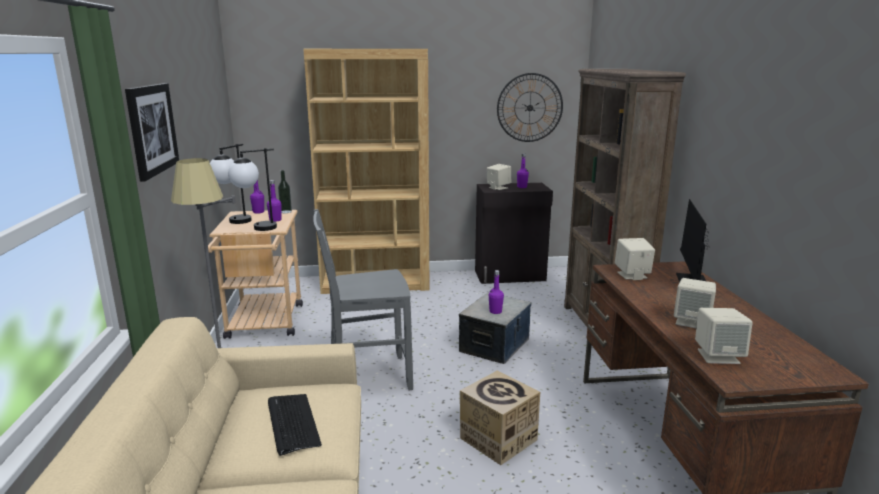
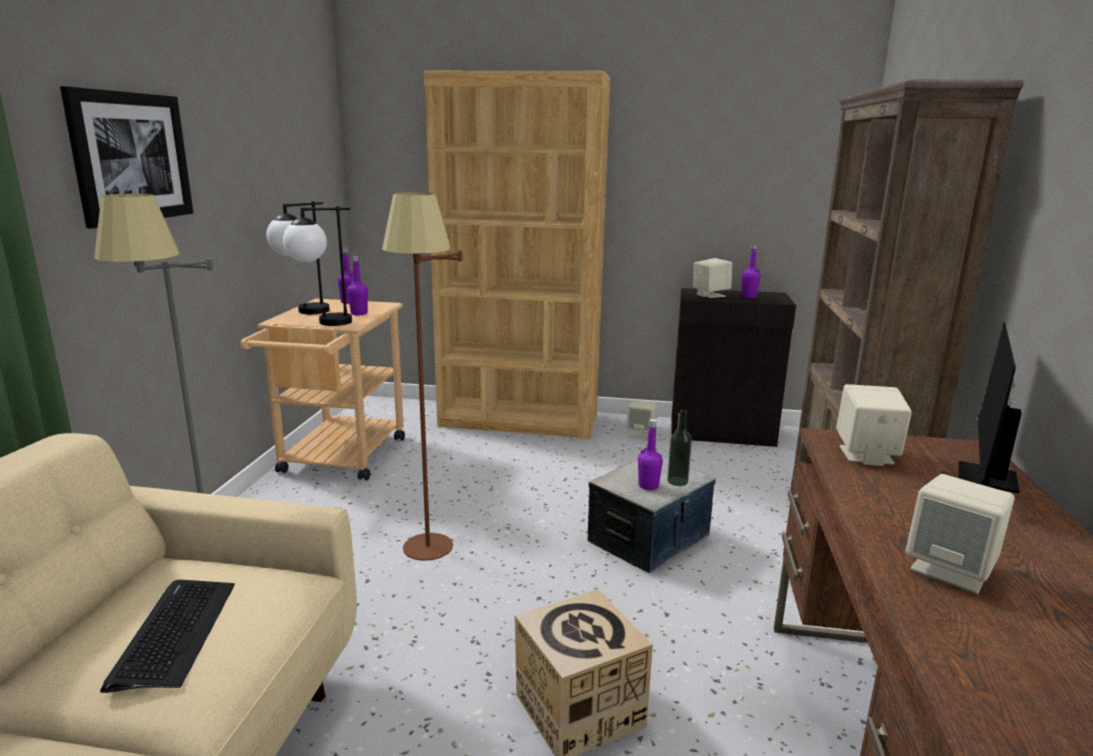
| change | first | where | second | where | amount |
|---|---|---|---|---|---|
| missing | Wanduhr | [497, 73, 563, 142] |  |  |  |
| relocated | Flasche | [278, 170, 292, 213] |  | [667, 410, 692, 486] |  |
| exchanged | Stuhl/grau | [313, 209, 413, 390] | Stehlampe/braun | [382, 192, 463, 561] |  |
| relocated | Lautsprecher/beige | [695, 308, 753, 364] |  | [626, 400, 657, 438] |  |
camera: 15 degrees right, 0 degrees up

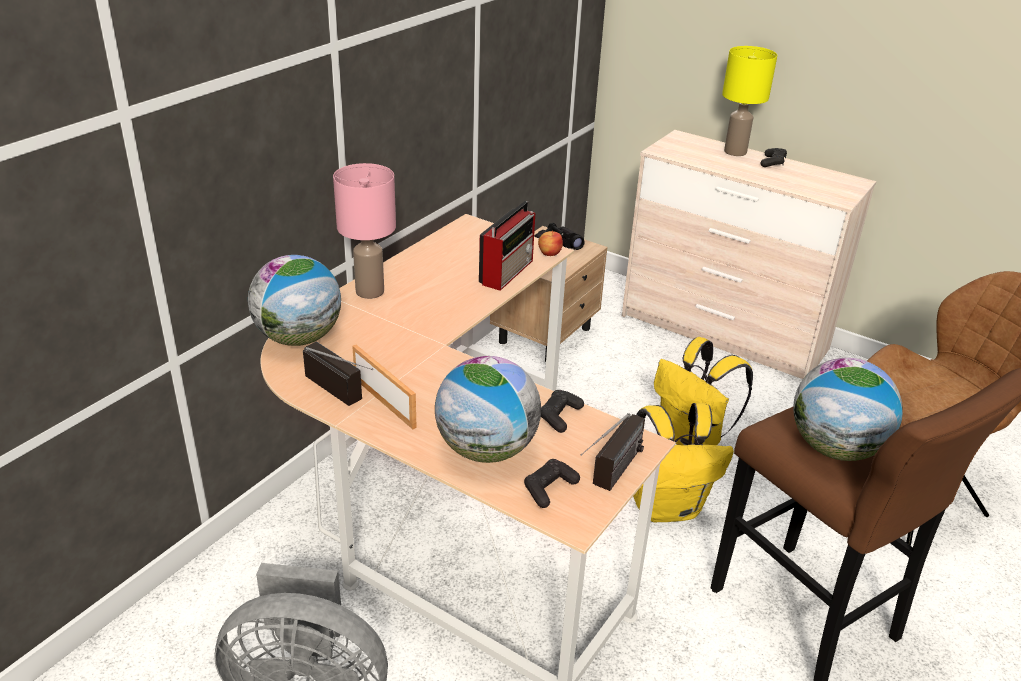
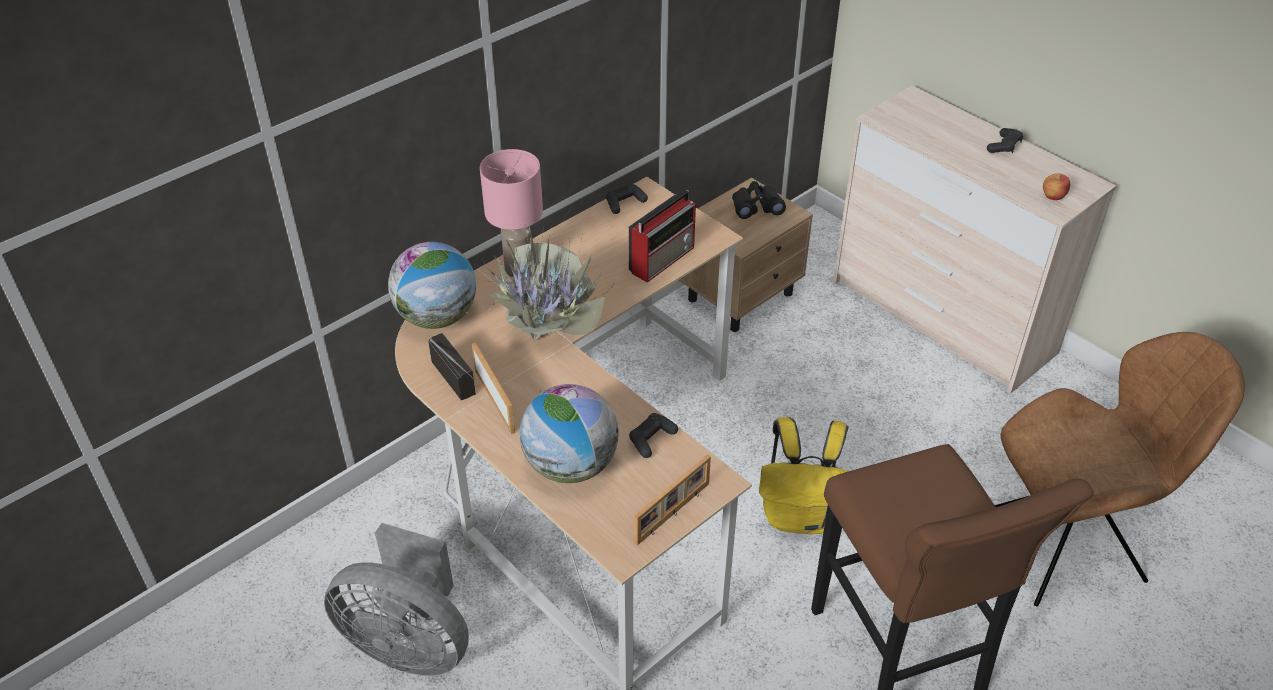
| change | first | where | second | where | amount |
|---|---|---|---|---|---|
| missing | Tischlampe/gelb | [722, 46, 777, 156] |  |  |  |
| relocated | Apfel | [538, 231, 563, 256] |  | [1043, 173, 1070, 200] |  |
| missing | Rucksack/gelb | [654, 337, 753, 445] |  |  |  |
| missing | Globus | [793, 358, 903, 461] |  |  |  |
| exchanged | Radio | [580, 413, 645, 491] | Bilderrahmen | [634, 454, 711, 545] |  |
| relocated | Gamepad/schwarz | [524, 459, 580, 508] |  | [606, 183, 648, 214] |  |
| appeared |  |  | Topfpflanze | [483, 223, 614, 392] |  |
camera: 15 degrees right, 10 degrees up

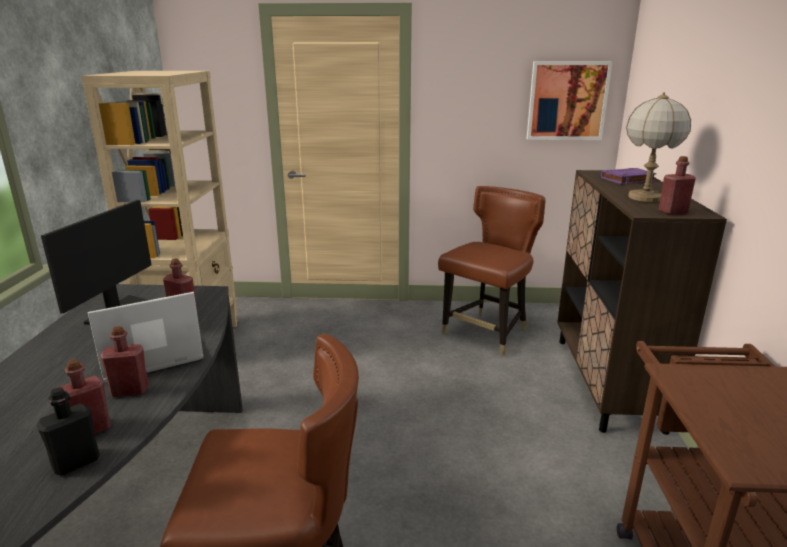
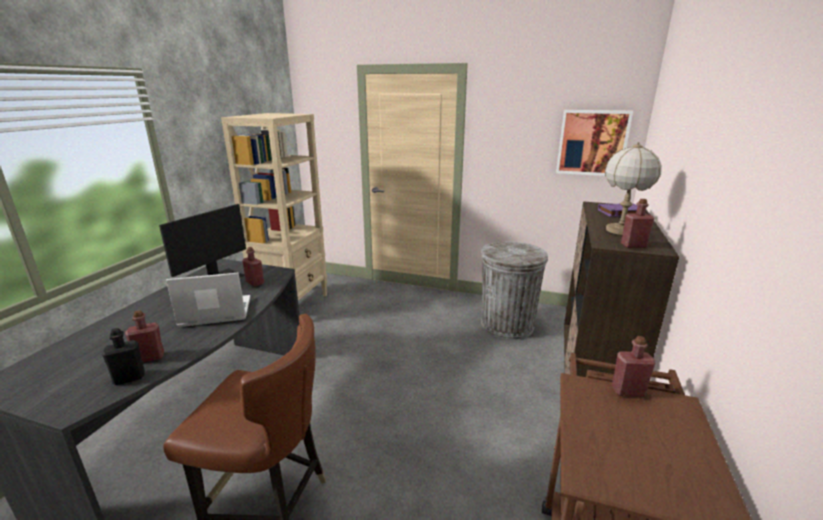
| change | first | where | second | where | amount |
|---|---|---|---|---|---|
| exchanged | Stuhl/braun | [438, 186, 546, 356] | Mülleimer/grau | [481, 241, 548, 340] |  |
| relocated | Flasche/rot | [100, 326, 149, 397] |  | [612, 336, 655, 397] |  |
camera: 15 degrees right, 0 degrees up

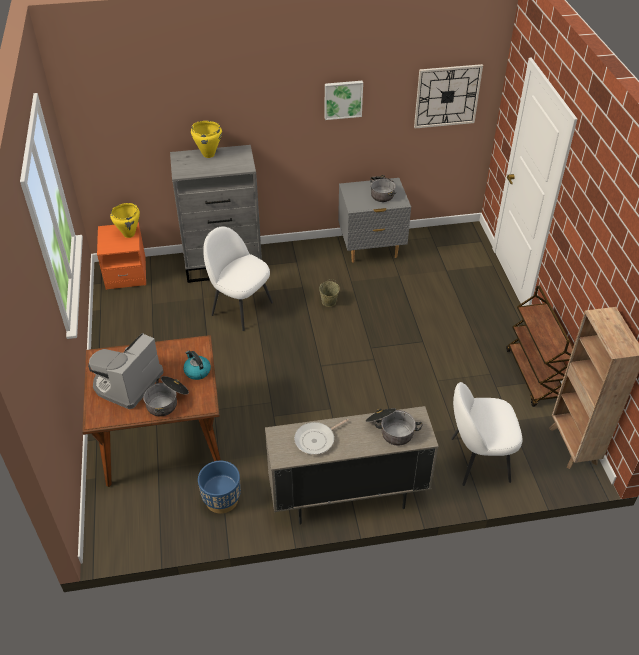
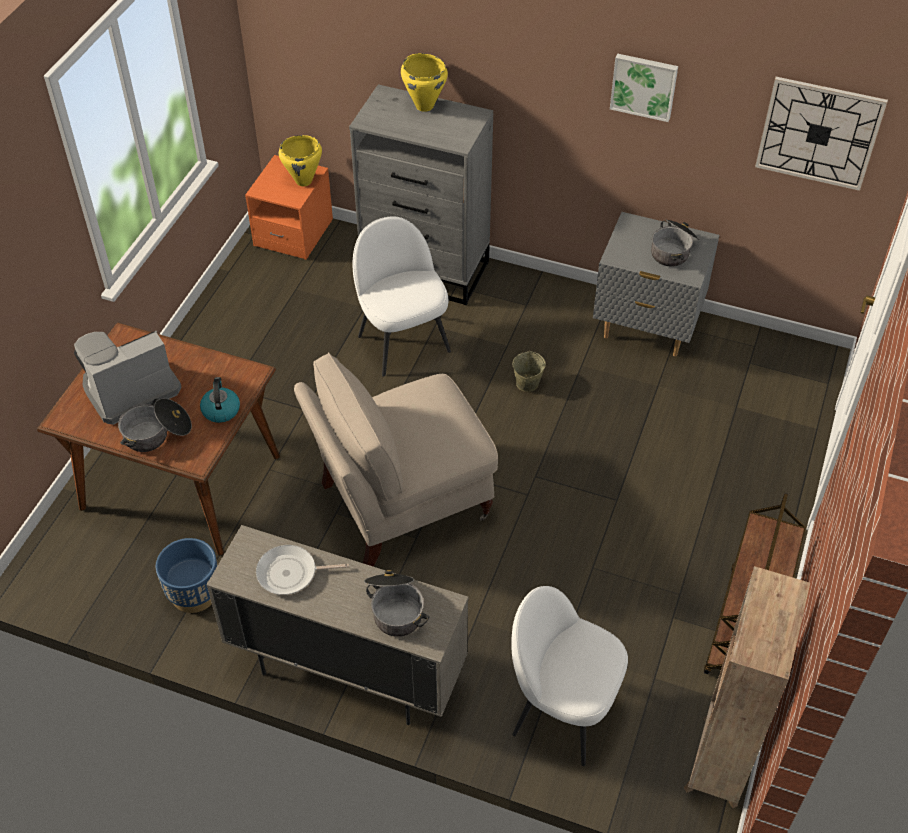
| change | first | where | second | where | amount |
|---|---|---|---|---|---|
| appeared |  |  | Stuhl/beige | [294, 352, 498, 567] |  |
camera: 30 degrees right, 5 degrees up

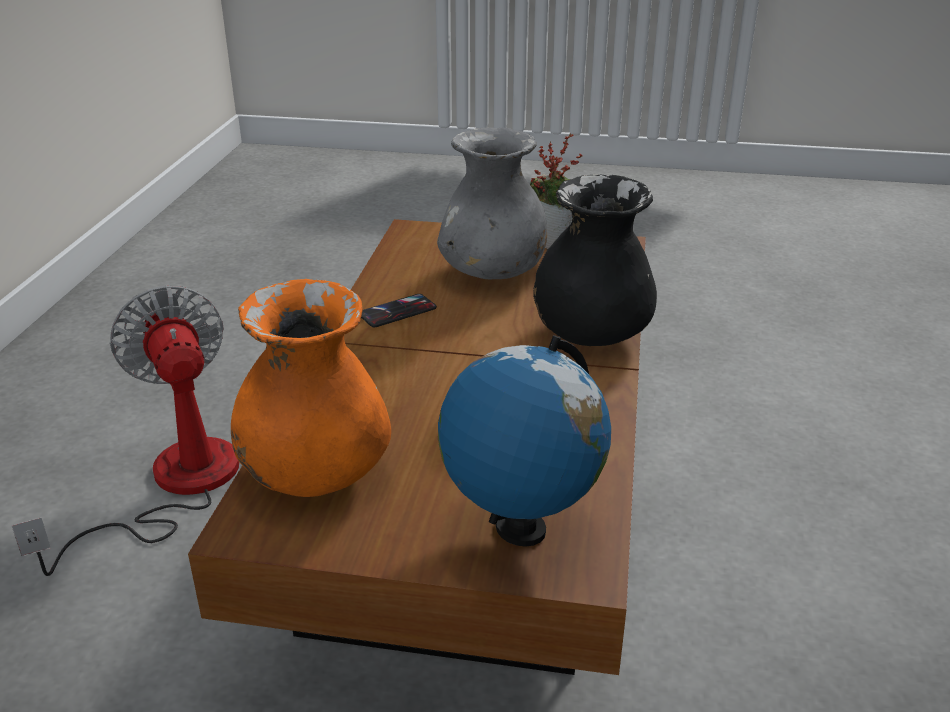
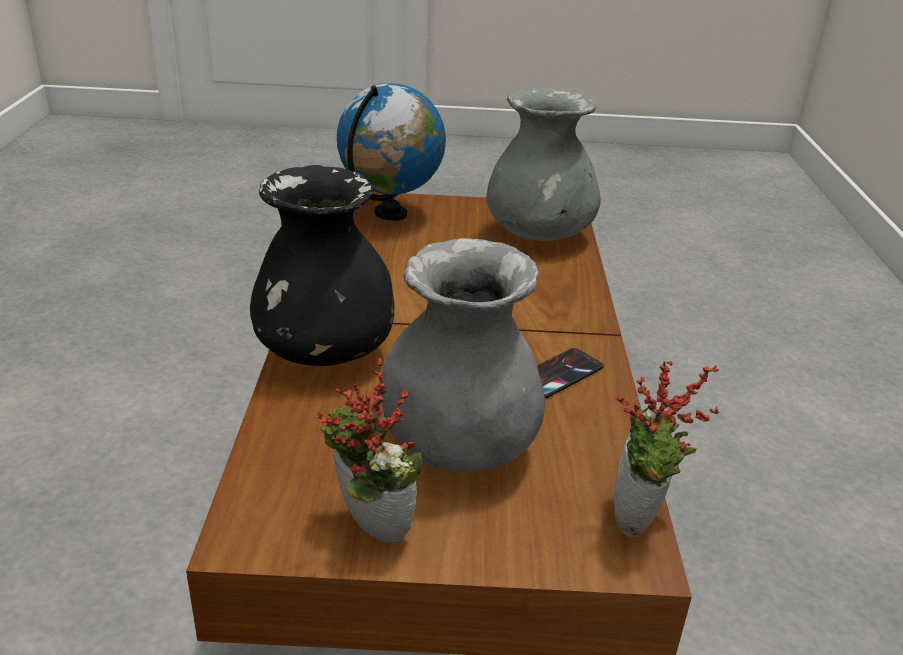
| change | first | where | second | where | amount |
|---|---|---|---|---|---|
| colour | Vase/orange | [231, 279, 391, 497] | Vase/grau | [487, 88, 601, 241] |  |
| missing | Ventilator | [12, 285, 239, 576] |  |  |  |
| appeared |  |  | Topfpflanze | [614, 361, 720, 538] |  |
camera: 170 degrees right, 0 degrees up

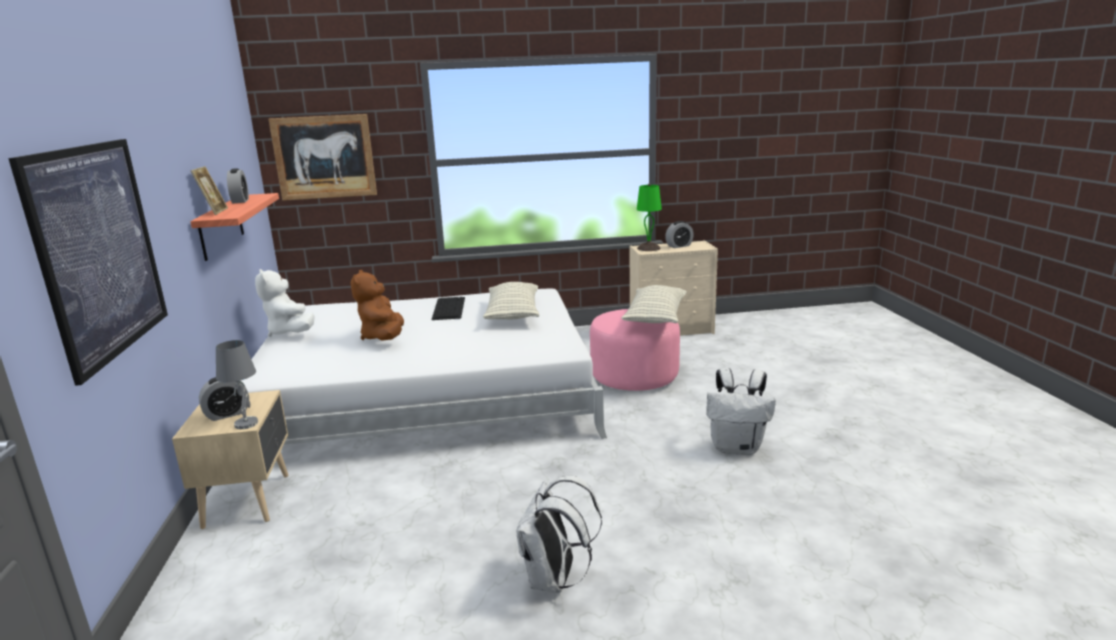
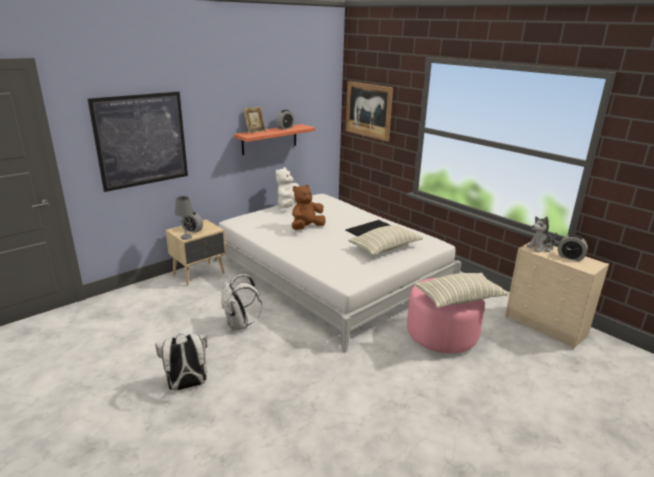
| change | first | where | second | where | amount |
|---|---|---|---|---|---|
| exchanged | Tischlampe/grün | [637, 184, 662, 251] | Plüschtier | [526, 216, 557, 252] |  |
| relocated | Rucksack/weiß | [706, 368, 776, 455] |  | [221, 274, 262, 331] |  |
camera: 55 degrees right, 5 degrees up

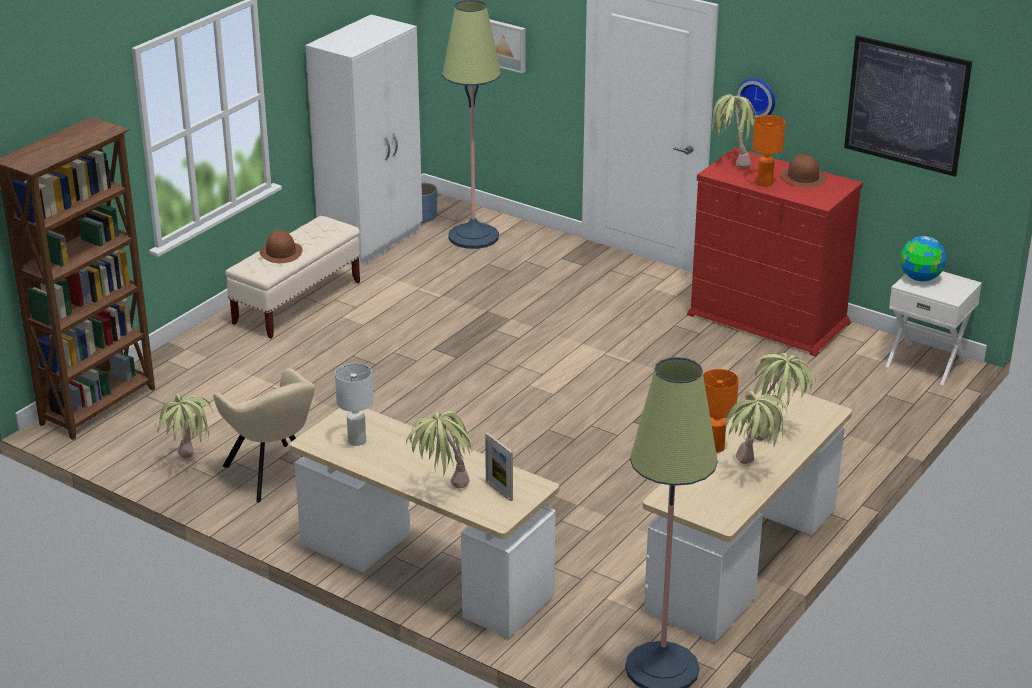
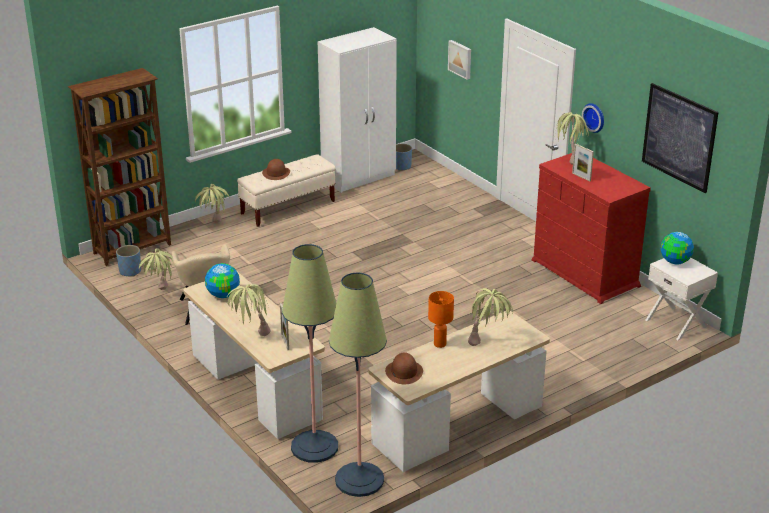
| change | first | where | second | where | amount |
|---|---|---|---|---|---|
| relocated | Stehlampe | [442, 0, 501, 249] |  | [282, 244, 338, 463] |  |
| exchanged | Tischlampe/orange | [752, 115, 785, 186] | Bilderrahmen | [572, 144, 594, 181] |  |
| relocated | Hut/braun | [781, 154, 826, 188] |  | [385, 352, 423, 384] |  |
| exchanged | Tischlampe/weiß | [335, 363, 373, 446] | Globus | [205, 263, 240, 298] |  |
| relocated | Topfpflanze | [725, 391, 787, 464] |  | [195, 184, 231, 223] |  |
| appeared |  |  | Pflanzkübel/blau | [116, 245, 141, 276] |  |
camera: 20 degrees right, 0 degrees up

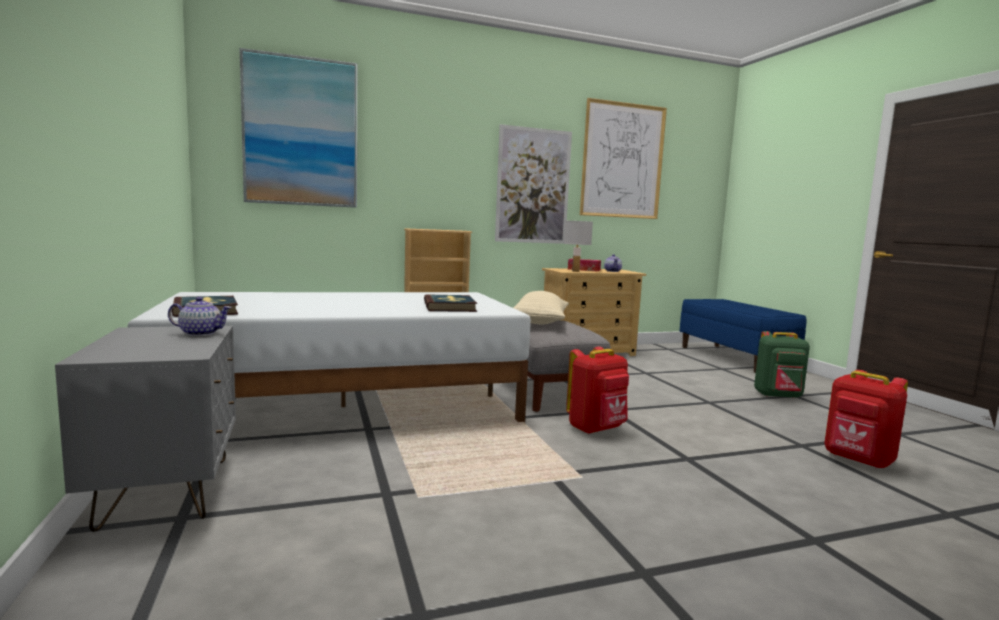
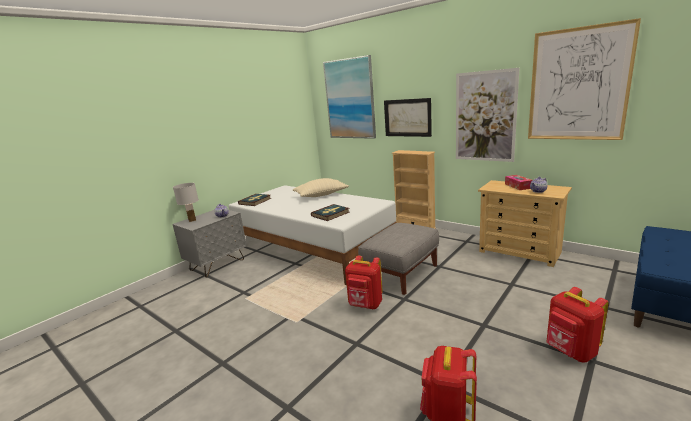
| change | first | where | second | where | amount |
|---|---|---|---|---|---|
| relocated | Tischlampe/weiß | [564, 221, 593, 272] |  | [173, 183, 199, 222] |  |
| relocated | Kissen/beige | [513, 291, 569, 324] |  | [293, 178, 349, 197] |  |
| colour | Rucksack/grün | [754, 331, 810, 398] | Rucksack/rot | [546, 287, 609, 363] |  |
| appeared |  |  | Bild | [384, 98, 432, 137] |  |
camera: 60 degrees right, 10 degrees up

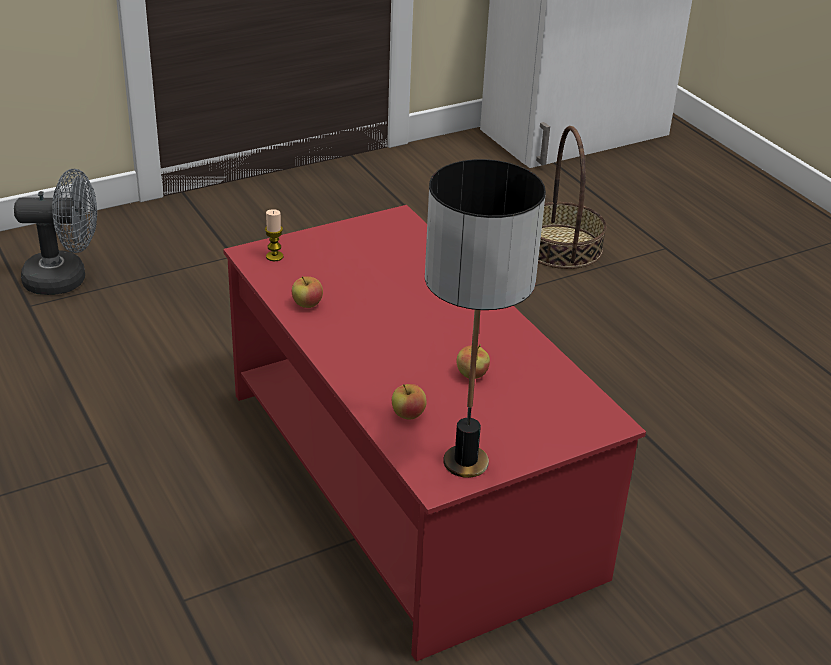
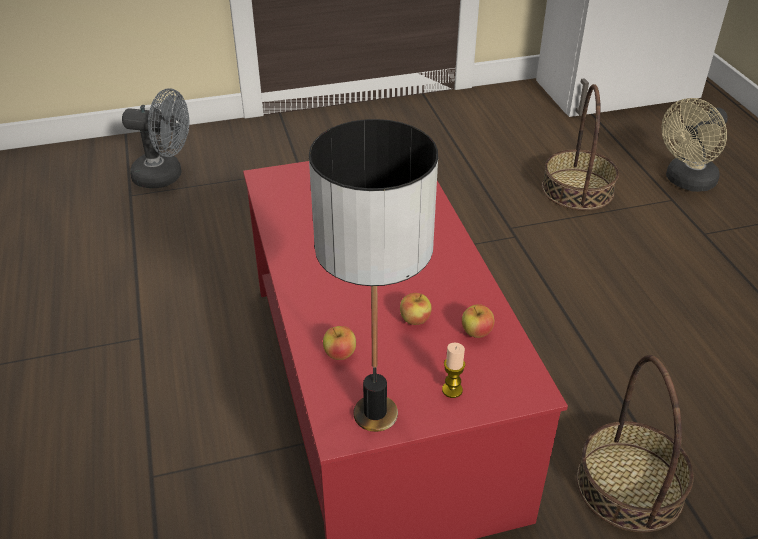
| change | first | where | second | where | amount |
|---|---|---|---|---|---|
| relocated | Kerze | [265, 209, 284, 261] |  | [442, 343, 465, 398] |  |
| relocated | Apfel | [292, 276, 323, 308] |  | [461, 304, 494, 338] |  |
| appeared |  |  | Ventilator/beige | [662, 98, 728, 192] |  |
| appeared |  |  | Korb | [577, 355, 693, 533] |  |
camera: 15 degrees right, 5 degrees up

